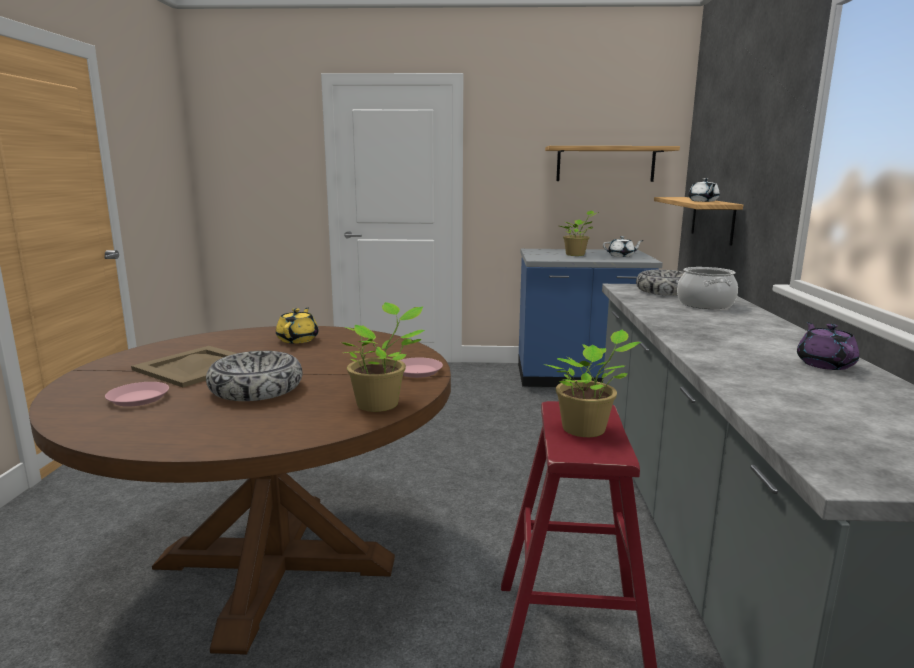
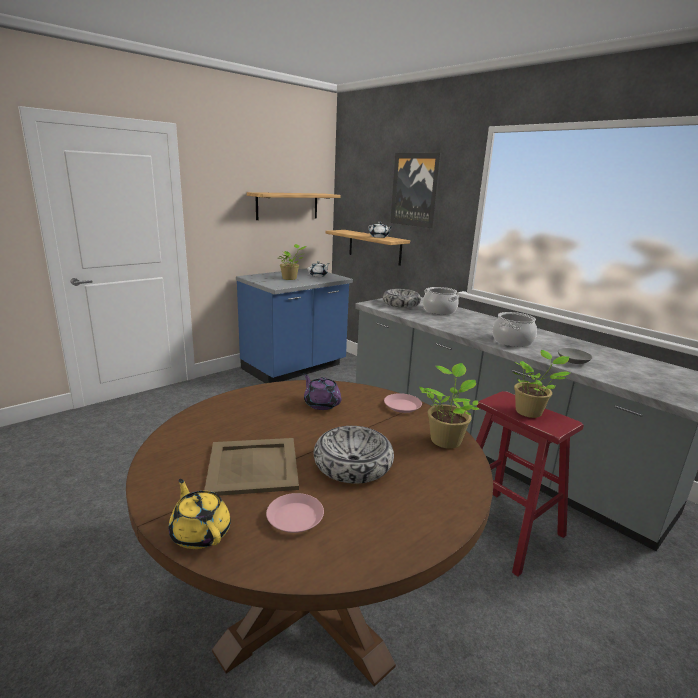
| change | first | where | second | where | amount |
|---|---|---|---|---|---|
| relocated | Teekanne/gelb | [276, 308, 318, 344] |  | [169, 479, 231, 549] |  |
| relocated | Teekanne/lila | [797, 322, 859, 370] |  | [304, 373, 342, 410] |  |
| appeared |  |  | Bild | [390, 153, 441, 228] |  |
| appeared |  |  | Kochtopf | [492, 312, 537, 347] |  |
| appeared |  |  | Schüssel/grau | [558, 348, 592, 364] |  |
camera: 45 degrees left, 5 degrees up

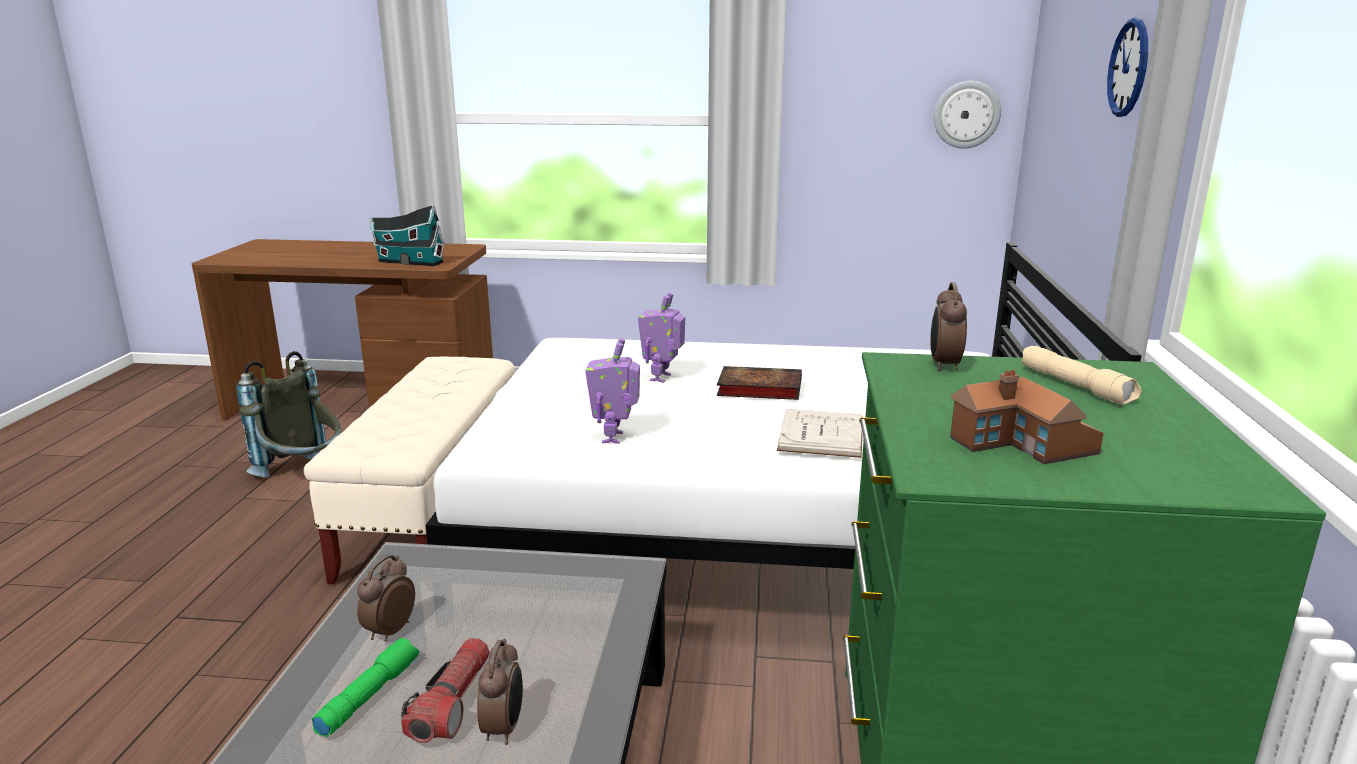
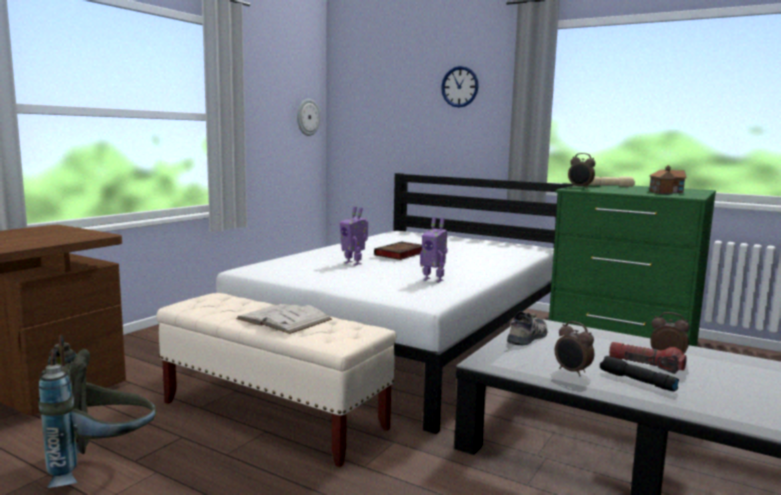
| change | first | where | second | where | amount |
|---|---|---|---|---|---|
| missing | Spielzeughaus | [370, 204, 445, 266] |  |  |  |
| relocated | Buch/weiß | [777, 409, 863, 458] |  | [236, 304, 332, 334] |  |
| colour | Taschenlampe/grün | [311, 638, 419, 737] | Taschenlampe/schwarz | [600, 356, 679, 392] |  |
| appeared |  |  | Schuh | [507, 311, 547, 345] |  |
camera: 65 degrees left, 10 degrees down

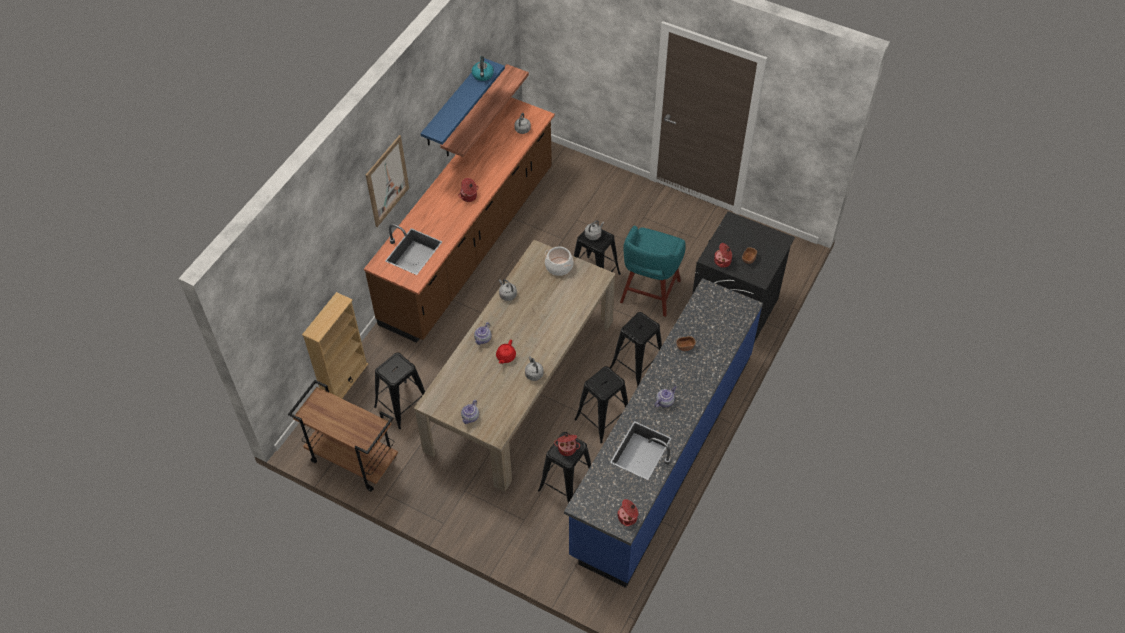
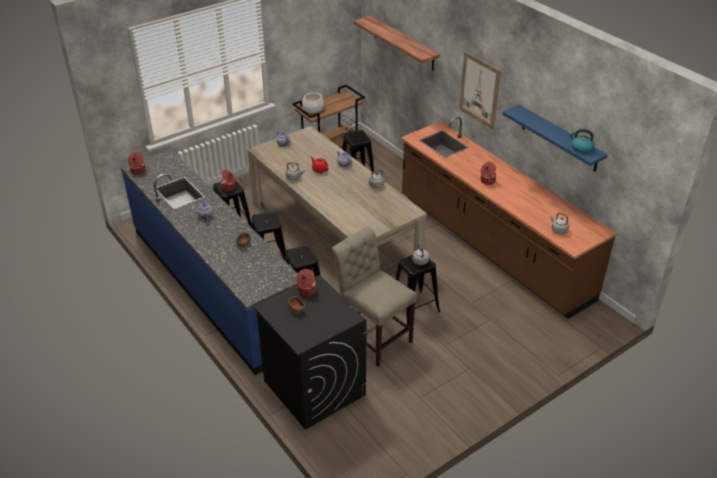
| change | first | where | second | where | amount |
|---|---|---|---|---|---|
| relocated | Wandregal | [440, 64, 529, 157] |  | [354, 16, 440, 71] |  |
| exchanged | Hocker/türkis | [620, 226, 686, 317] | Stuhl/beige | [332, 227, 417, 367] |  |
| relocated | Kochtopf | [545, 246, 574, 276] |  | [302, 93, 324, 113] |  |
| missing | Bücherregal/beige | [302, 292, 368, 399] |  |  |  |
camera: 115 degrees right, 15 degrees down

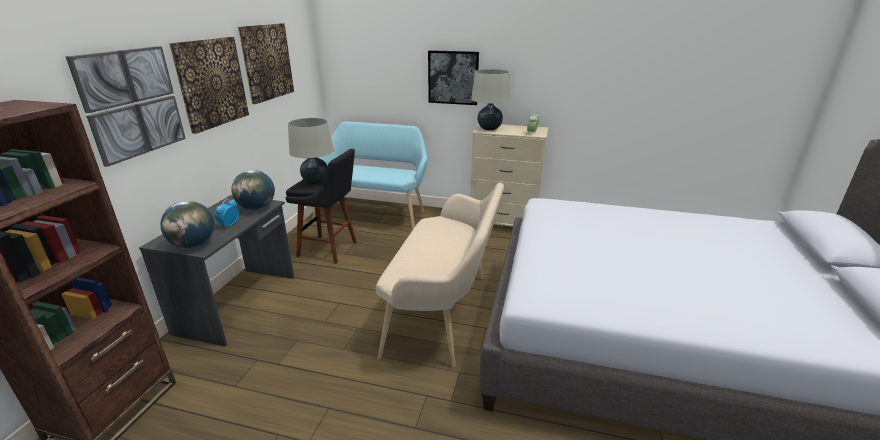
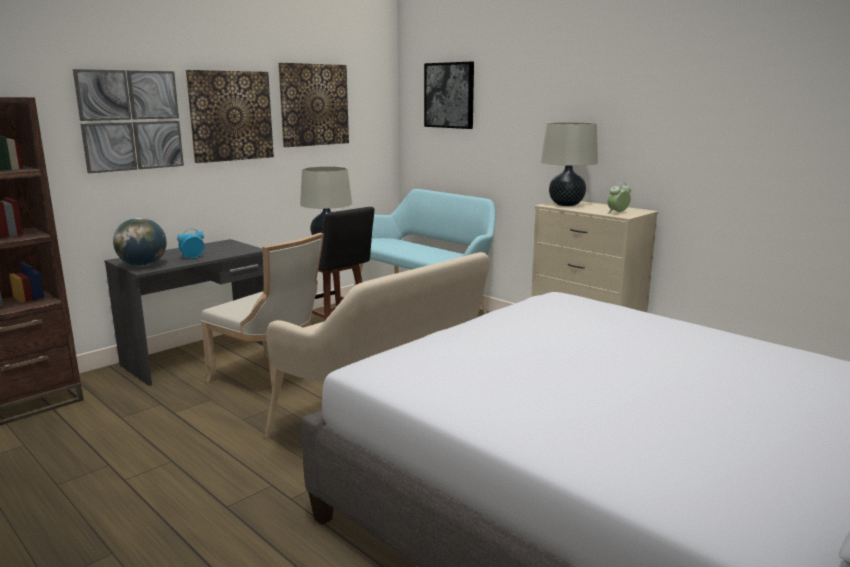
| change | first | where | second | where | amount |
|---|---|---|---|---|---|
| relocated | Bild | [428, 50, 479, 105] |  | [424, 62, 474, 129] |  |
| missing | Globus | [231, 170, 275, 210] |  |  |  |
| appeared |  |  | Stuhl/beige | [201, 233, 324, 390] |  |
camera: 30 degrees right, 10 degrees down

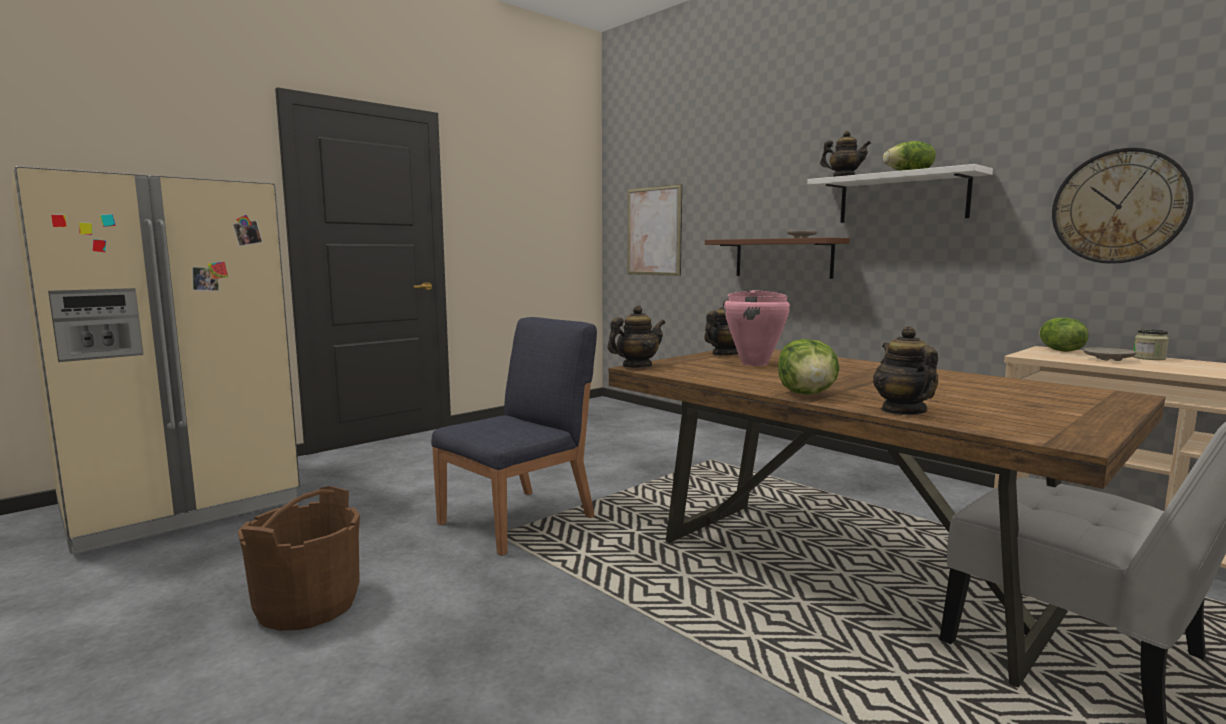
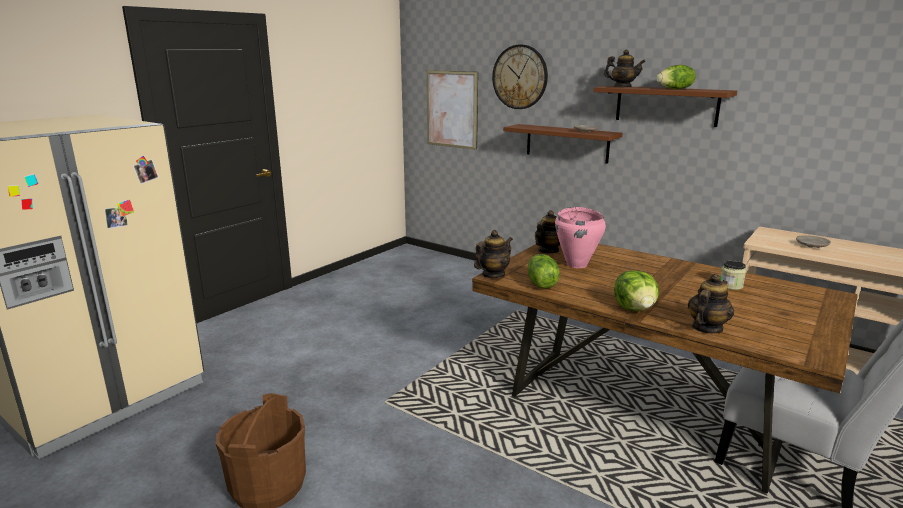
| change | first | where | second | where | amount |
|---|---|---|---|---|---|
| relocated | Wanduhr | [1052, 148, 1194, 264] |  | [492, 44, 548, 109] |  |
| colour | Wandregal/weiß | [807, 164, 993, 223] | Wandregal/braun | [593, 86, 737, 127] |  |
| missing | Stuhl/blau | [431, 317, 597, 556] |  |  |  |
| relocated | Salatkopf | [1039, 317, 1089, 352] |  | [528, 254, 560, 289] |  |
| spun | Teekanne | [873, 326, 938, 415] |  | [688, 274, 734, 334] | 60 degrees clockwise |
| relocated | Vorratsglas | [1133, 329, 1169, 360] |  | [720, 260, 746, 290] |  |
camera: 10 degrees left, 10 degrees up

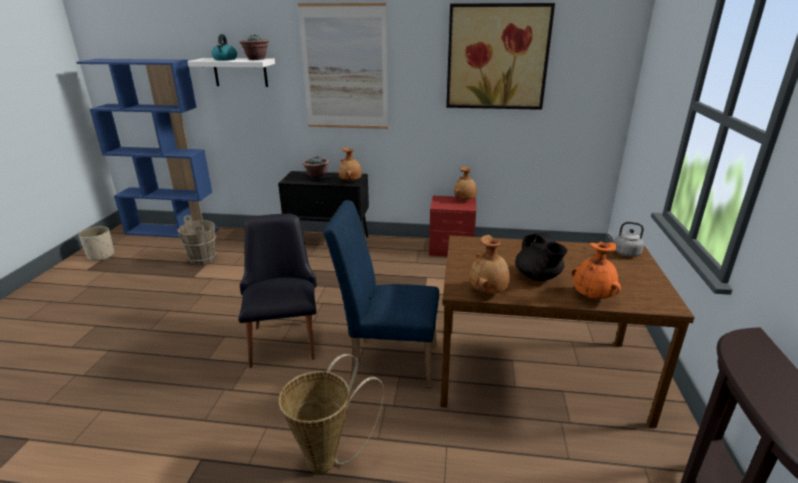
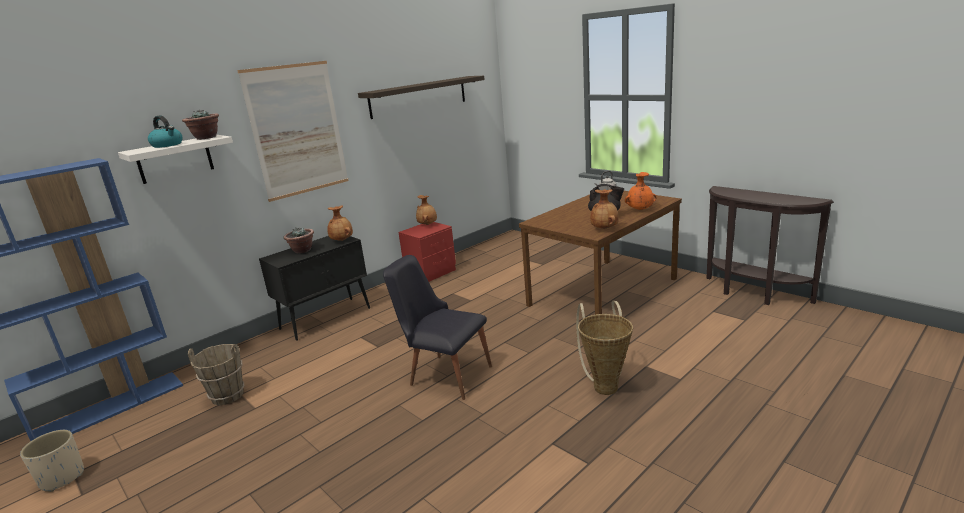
| change | first | where | second | where | amount |
|---|---|---|---|---|---|
| exchanged | Bild | [446, 3, 555, 110] | Wandregal | [358, 76, 485, 119] |  |
| missing | Stuhl/blau | [323, 200, 439, 388] |  |  |  |
camera: 50 degrees left, 5 degrees down

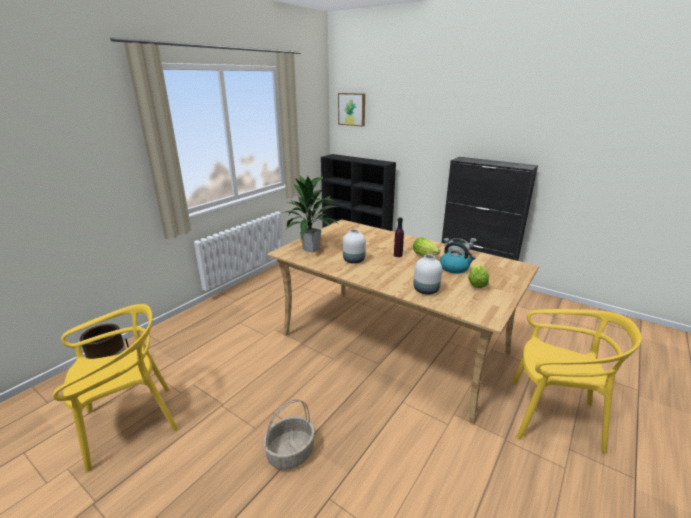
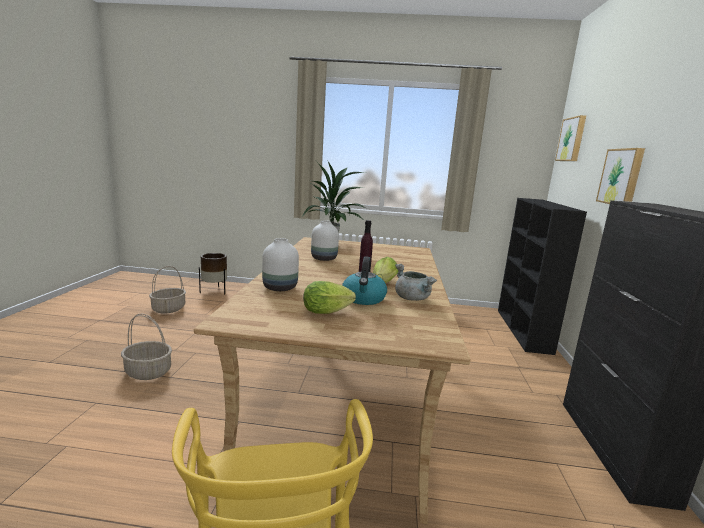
| change | first | where | second | where | amount |
|---|---|---|---|---|---|
| exchanged | Stuhl/gelb | [53, 304, 178, 472] | Korb | [149, 266, 186, 314] |  |
| appeared |  |  | Bild | [596, 148, 645, 204] |  |
camera: 60 degrees right, 10 degrees down

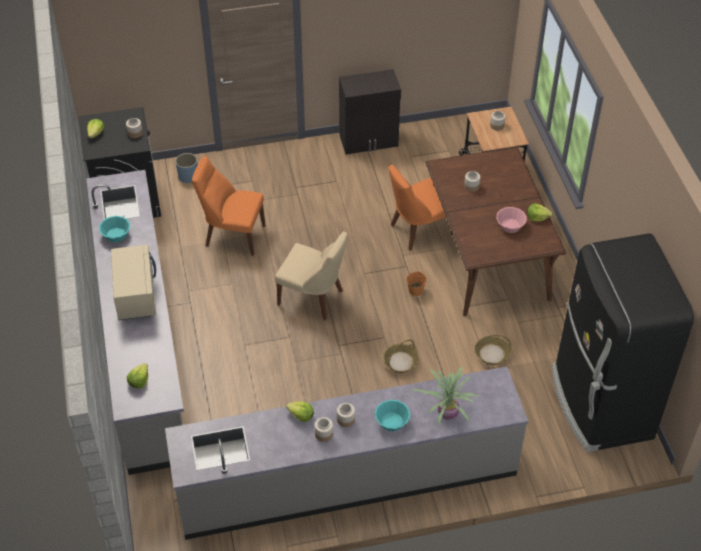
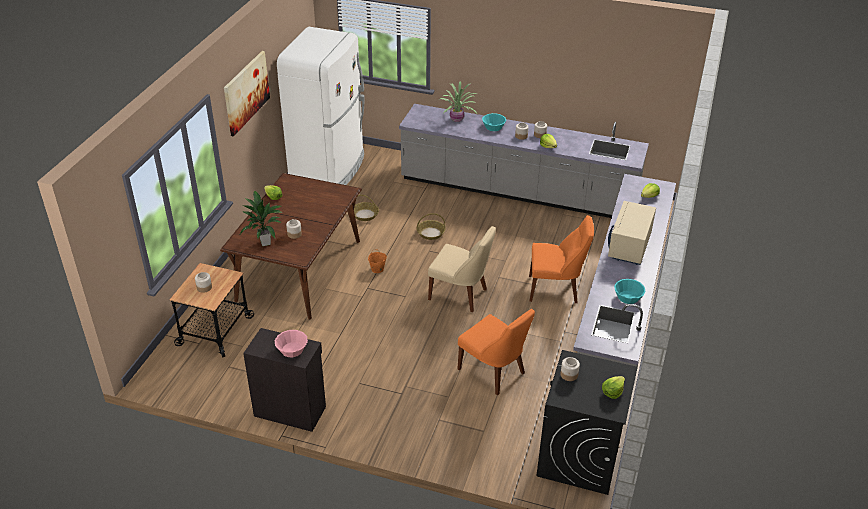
| change | first | where | second | where | amount |
|---|---|---|---|---|---|
| missing | Pflanzkübel/blau | [175, 153, 198, 183] |  |  |  |
| relocated | Stuhl/orange | [389, 164, 453, 251] |  | [529, 215, 594, 303] |  |
| relocated | Schüssel/rosa | [496, 207, 527, 233] |  | [275, 330, 308, 357] |  |
| spun | Stuhl/beige | [275, 231, 348, 320] |  | [428, 226, 496, 312] | 150 degrees clockwise |
| colour | Kühlschrank/schwarz | [552, 233, 694, 452] | Kühlschrank/weiß | [277, 27, 365, 185] |  |
| appeared |  |  | Bild | [224, 51, 270, 137] |  |
| appeared |  |  | Topfpflanze | [239, 190, 283, 246] |  |
camera: 150 degrees left, 10 degrees down

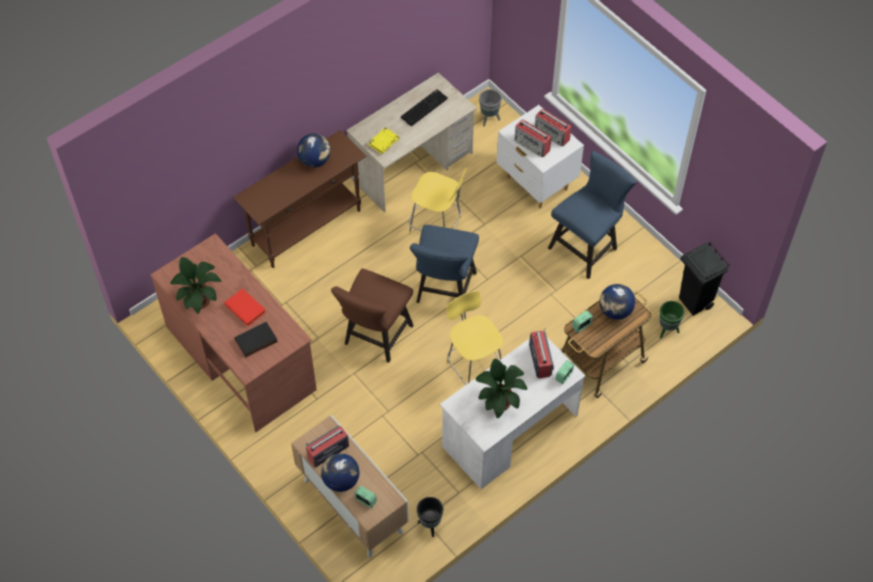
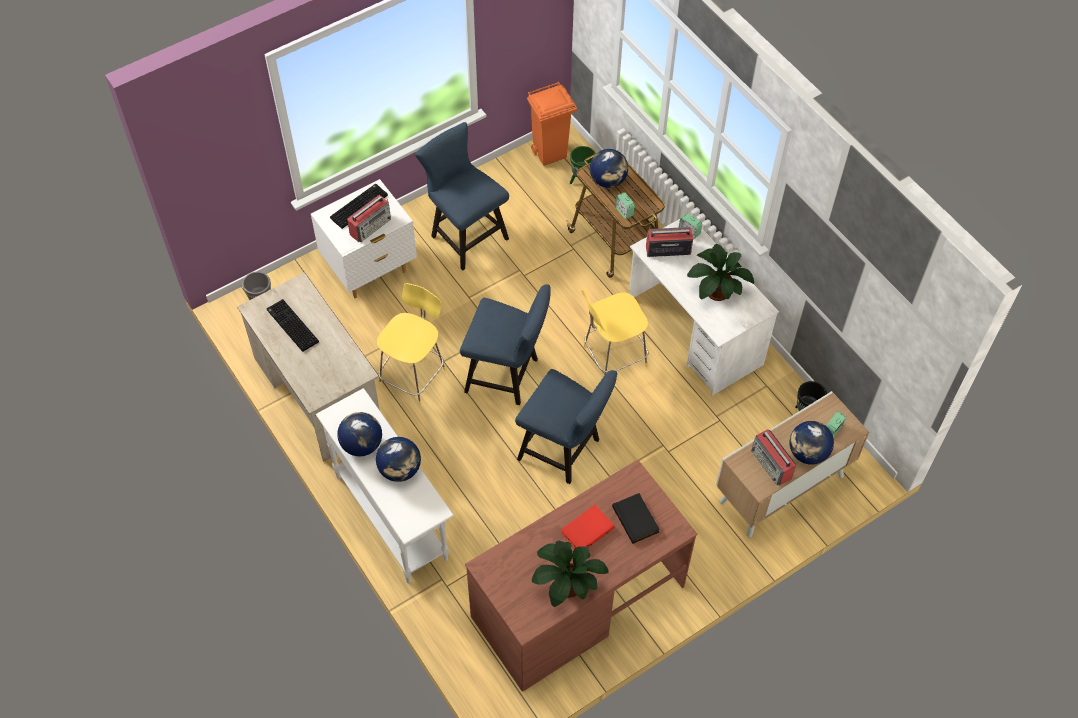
| change | first | where | second | where | amount |
|---|---|---|---|---|---|
| exchanged | Radio | [535, 108, 572, 147] | Tastatur | [330, 184, 388, 229] |  |
| missing | Buch/gelb | [368, 127, 399, 154] |  |  |  |
| colour | Konsolentisch/braun | [233, 130, 366, 268] | Konsolentisch/weiß | [316, 388, 454, 584] |  |
| colour | Mülleimer/schwarz | [679, 242, 730, 316] | Mülleimer/orange | [527, 82, 577, 166] |  |
| colour | Stuhl/braun | [331, 269, 414, 363] | Stuhl/blau | [515, 369, 617, 484] |  |
| appeared |  |  | Globus | [376, 437, 421, 482] |  |
camera: 85 degrees left, 0 degrees up

